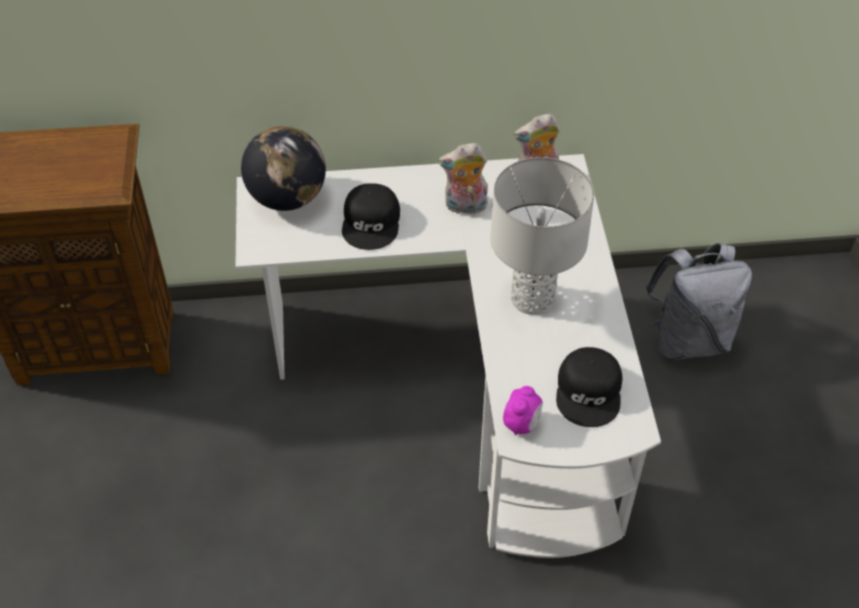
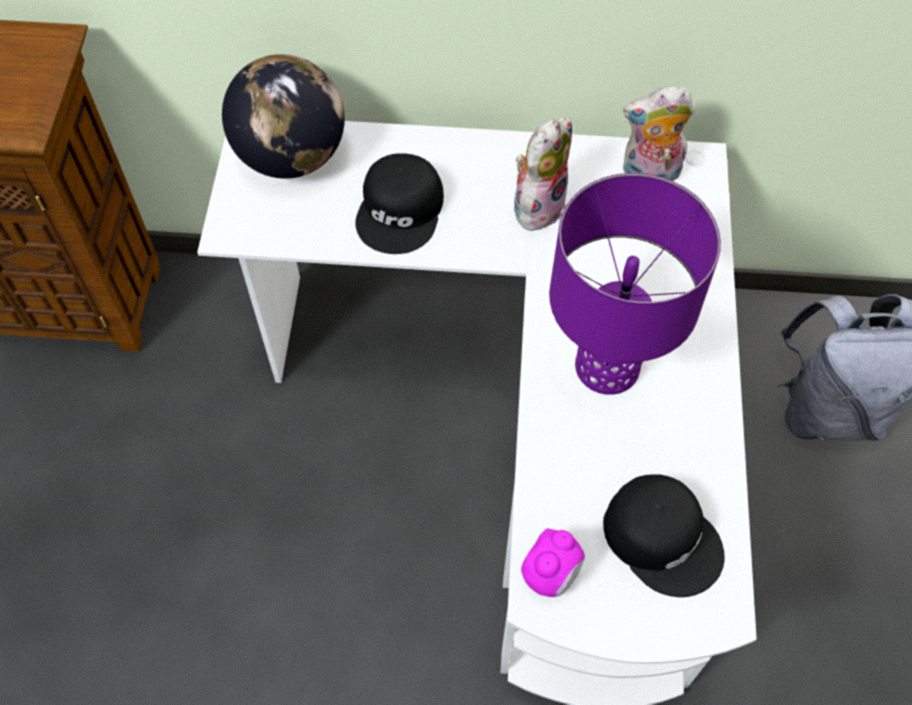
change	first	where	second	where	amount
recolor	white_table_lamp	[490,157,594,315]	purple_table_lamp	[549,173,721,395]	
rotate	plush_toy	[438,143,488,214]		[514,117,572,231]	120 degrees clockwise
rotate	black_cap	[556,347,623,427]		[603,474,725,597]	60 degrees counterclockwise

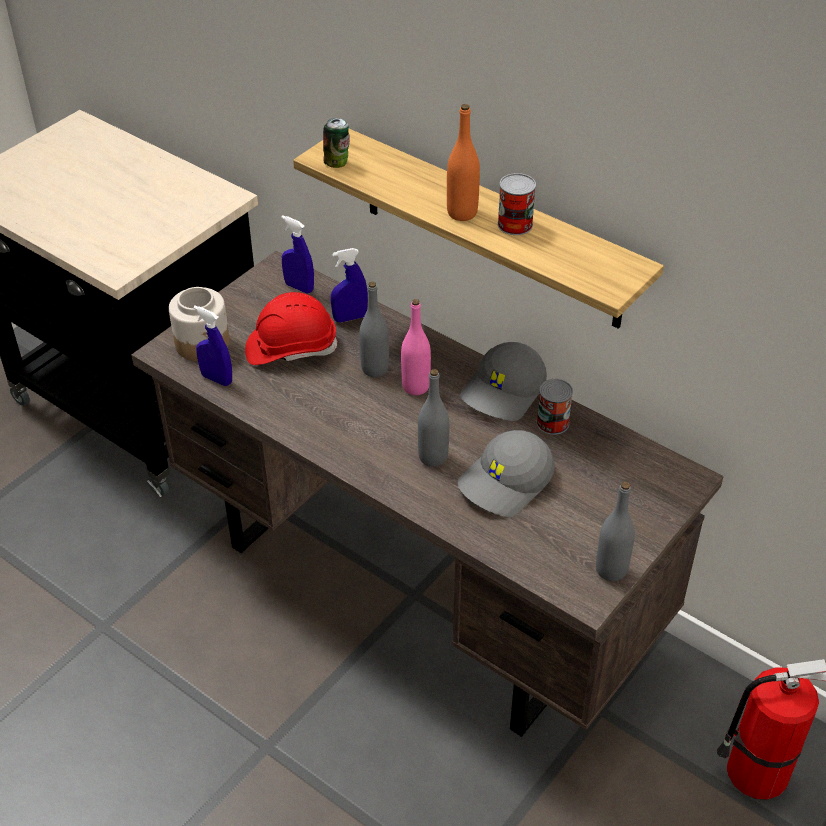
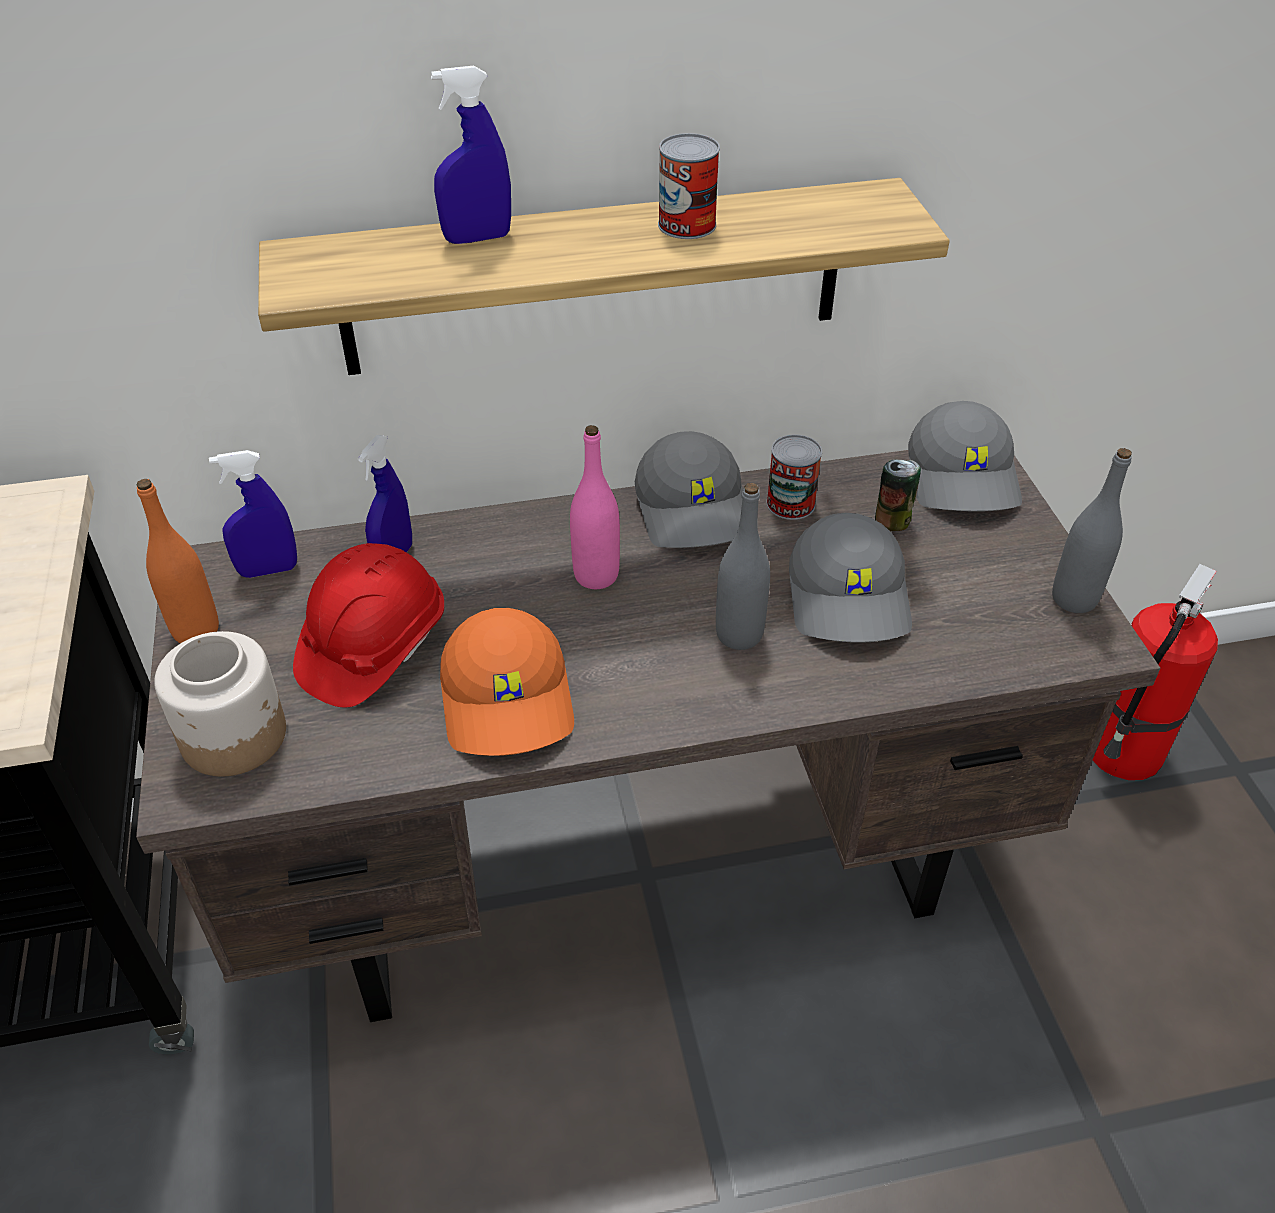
change	first	where	second	where	amount
delete	grey_bottle	[359,282,389,377]			
insert			orange_cap	[440,608,574,756]	
insert			grey_cap	[908,401,1022,512]	
move	blue_spray_bottle	[193,306,232,386]		[431,66,511,244]	
move	can	[323,118,350,168]		[875,459,921,531]	
move	orange_bottle	[447,104,480,221]		[137,479,219,643]	

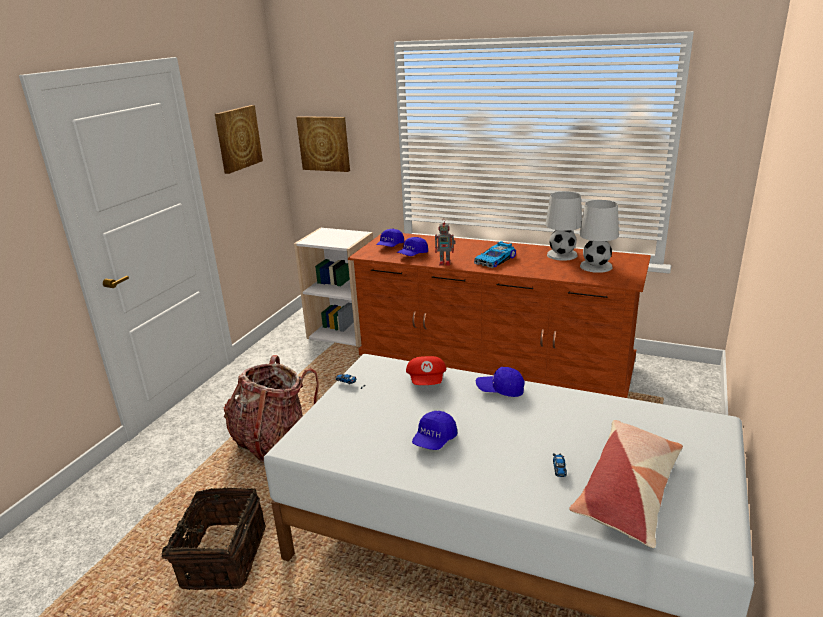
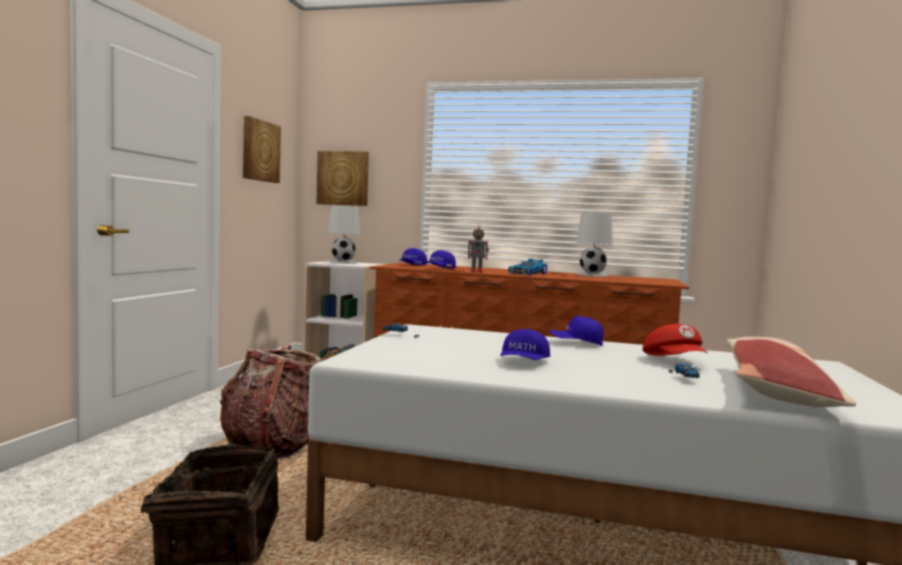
change	first	where	second	where	amount
move	red_cap	[406,356,447,385]		[642,324,708,356]	
move	white_table_lamp	[579,200,619,273]		[328,206,360,264]	

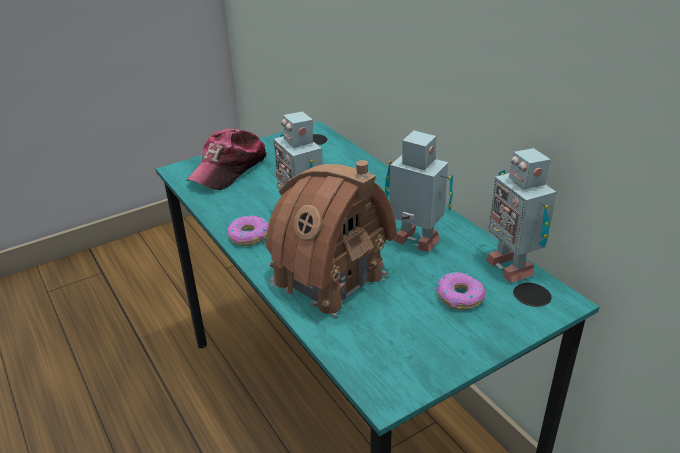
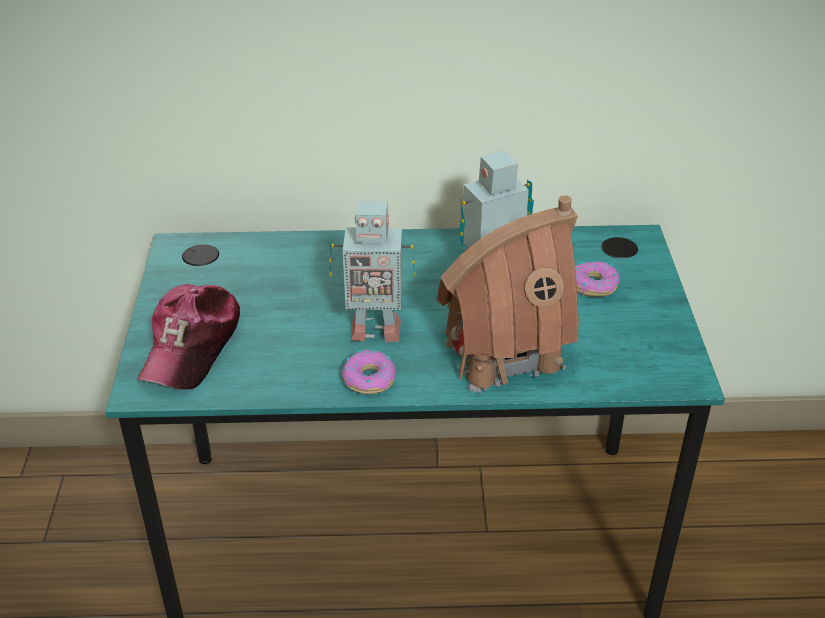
change	first	where	second	where	amount
delete	toy_robot	[486,148,557,283]			
rotate	cap	[186,128,267,190]		[138,284,240,390]	45 degrees clockwise

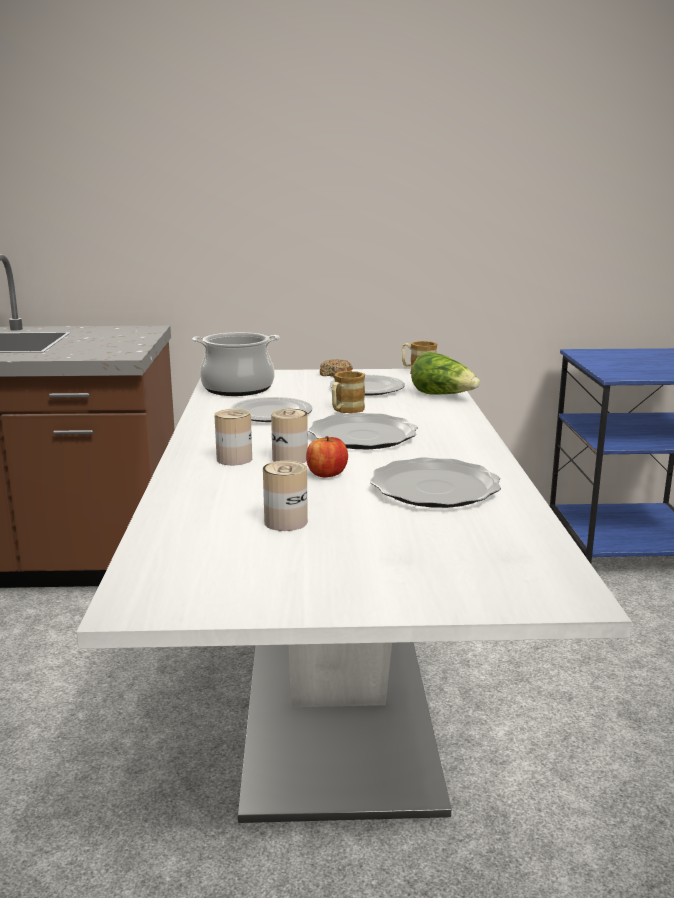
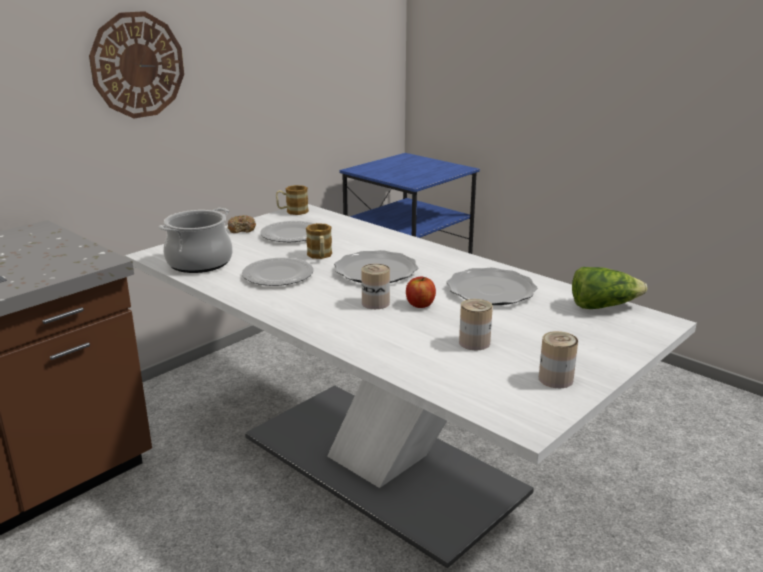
change	first	where	second	where	amount
insert			wall_clock	[89,11,184,118]	
move	can	[214,409,252,465]		[539,331,578,388]	
move	lettuce	[411,352,480,395]		[572,267,647,309]	

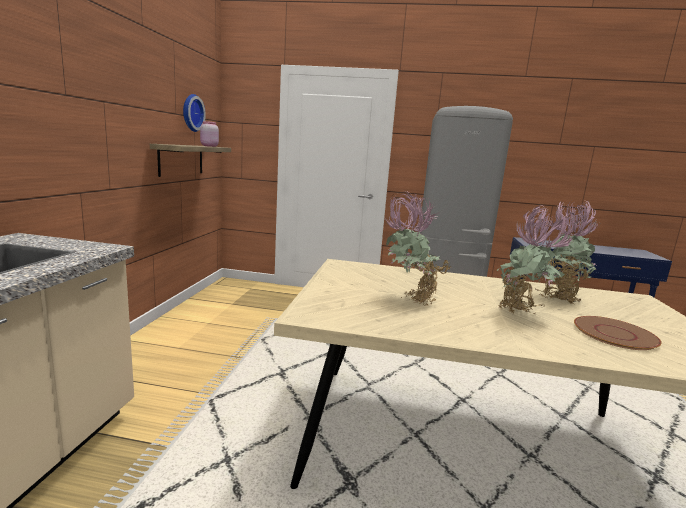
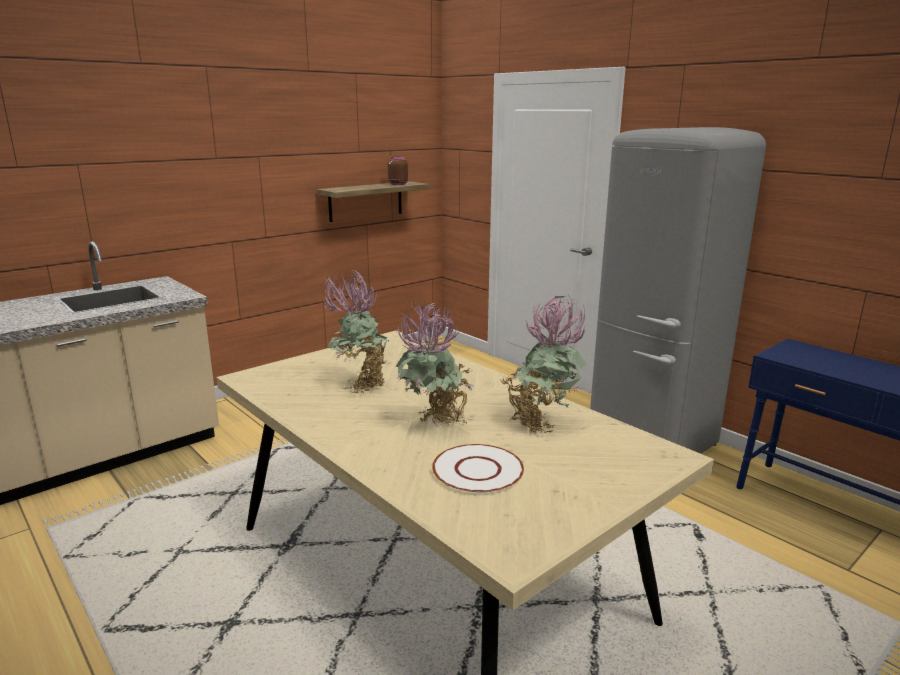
change	first	where	second	where	amount
delete	wall_clock	[183,94,206,132]			
recolor	pink_jar	[200,121,219,147]	brown_jar	[388,156,408,185]	
recolor	brown_plate	[574,316,661,350]	white_plate	[432,444,524,494]	

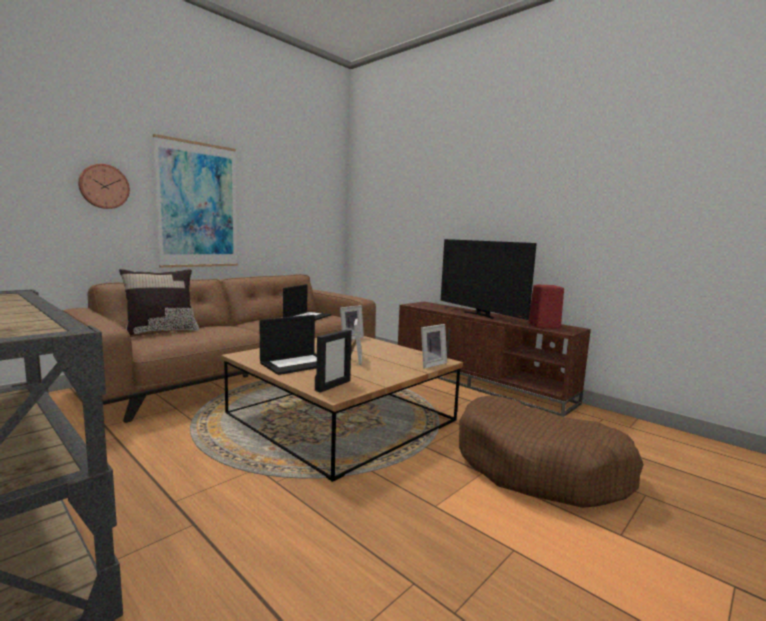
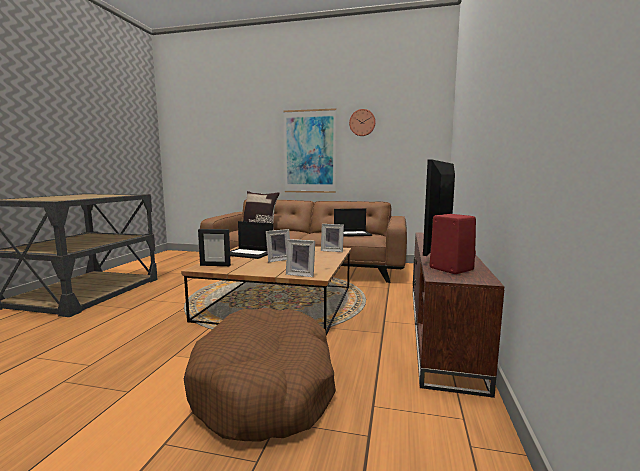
change	first	where	second	where	amount
move	wall_clock	[78,164,130,209]		[349,109,376,136]	

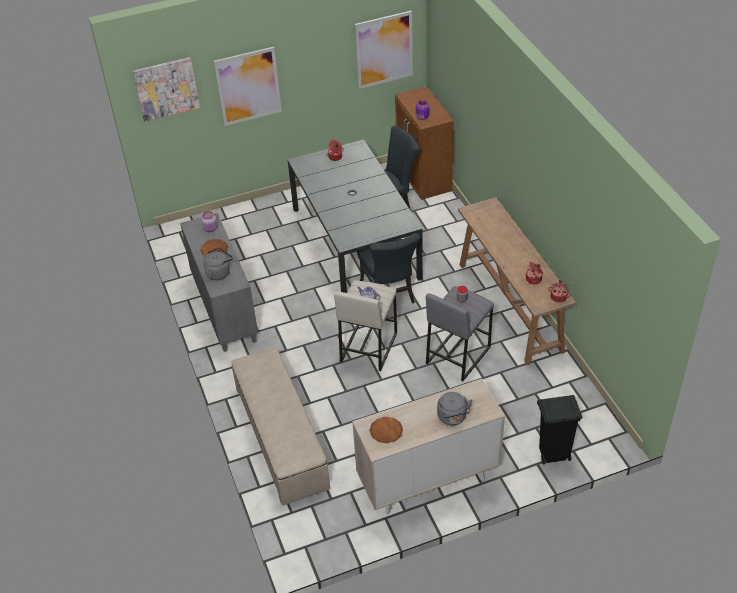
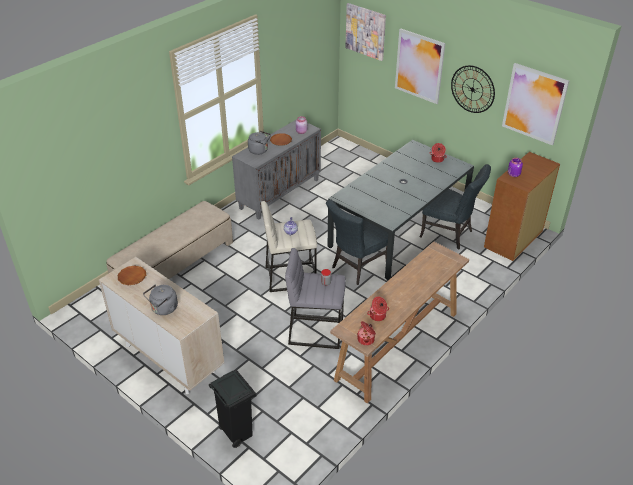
change	first	where	second	where	amount
insert			wall_clock	[451,65,495,113]	

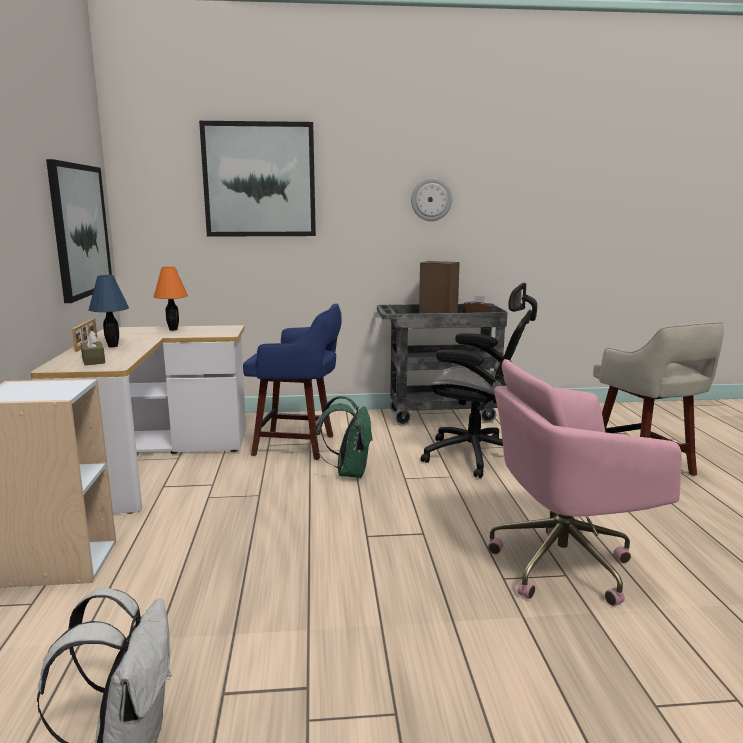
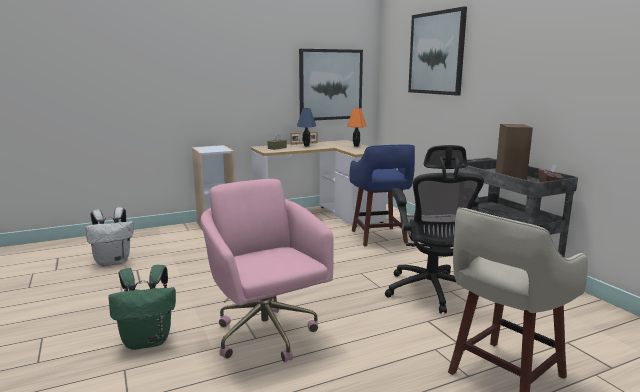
change	first	where	second	where	amount
delete	wall_clock	[411,178,452,221]			
move	green_backpack	[315,396,372,478]		[108,265,176,350]	

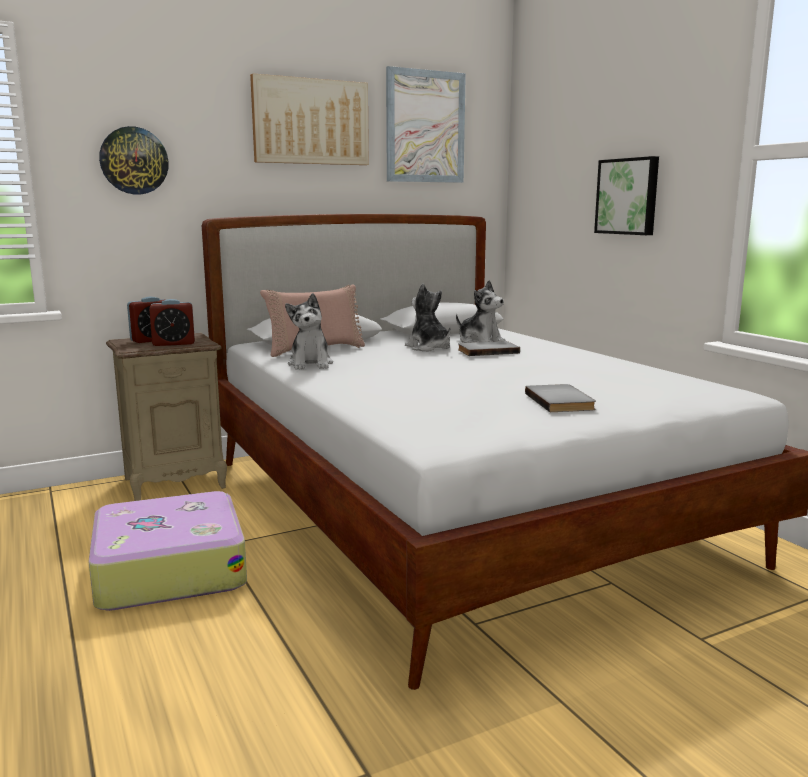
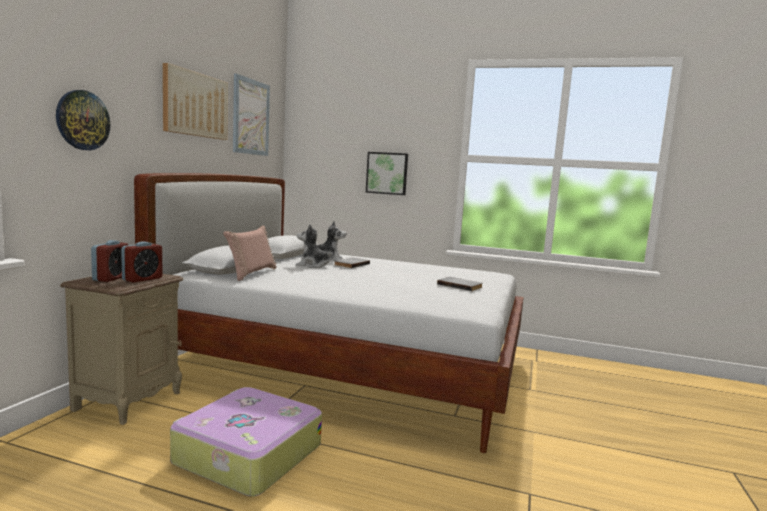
change	first	where	second	where	amount
delete	plush_toy	[285,293,333,370]			

